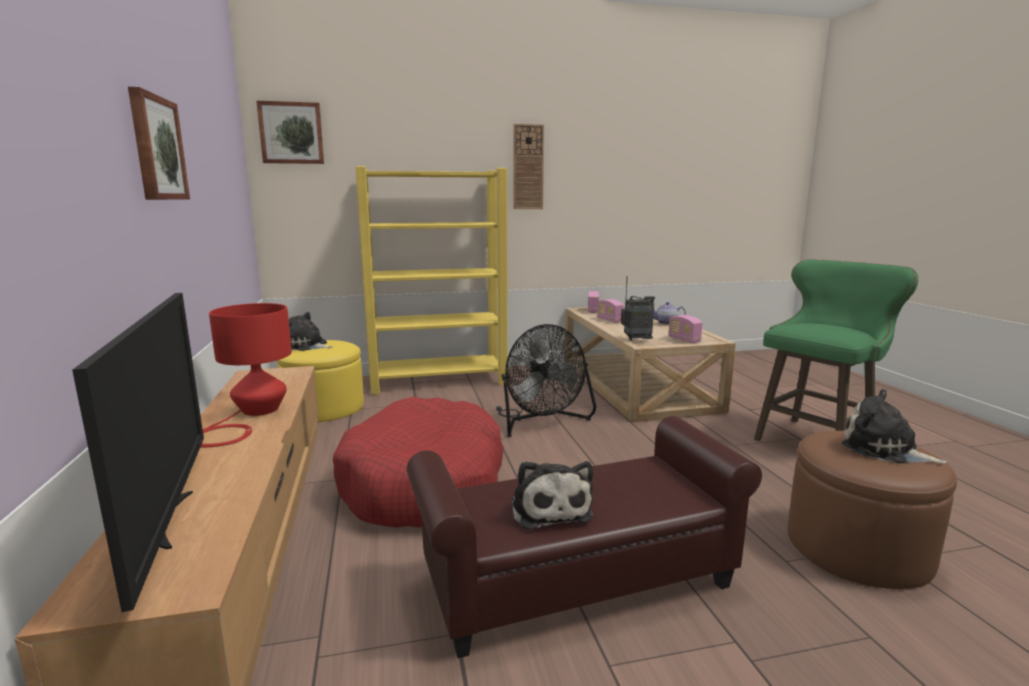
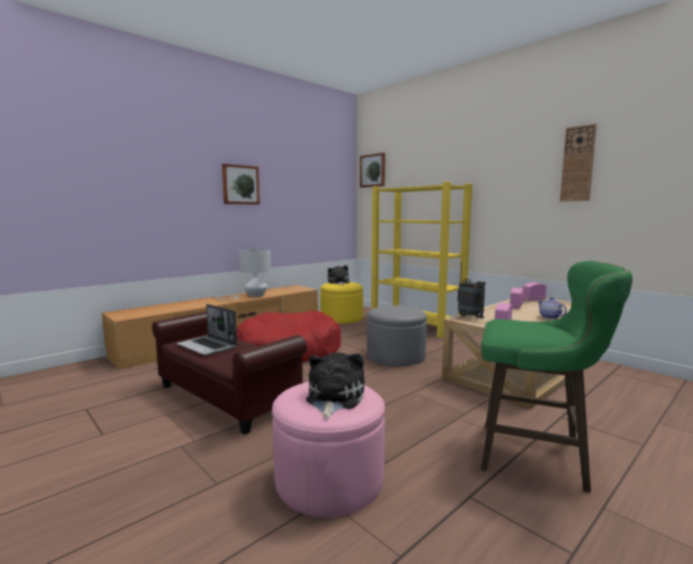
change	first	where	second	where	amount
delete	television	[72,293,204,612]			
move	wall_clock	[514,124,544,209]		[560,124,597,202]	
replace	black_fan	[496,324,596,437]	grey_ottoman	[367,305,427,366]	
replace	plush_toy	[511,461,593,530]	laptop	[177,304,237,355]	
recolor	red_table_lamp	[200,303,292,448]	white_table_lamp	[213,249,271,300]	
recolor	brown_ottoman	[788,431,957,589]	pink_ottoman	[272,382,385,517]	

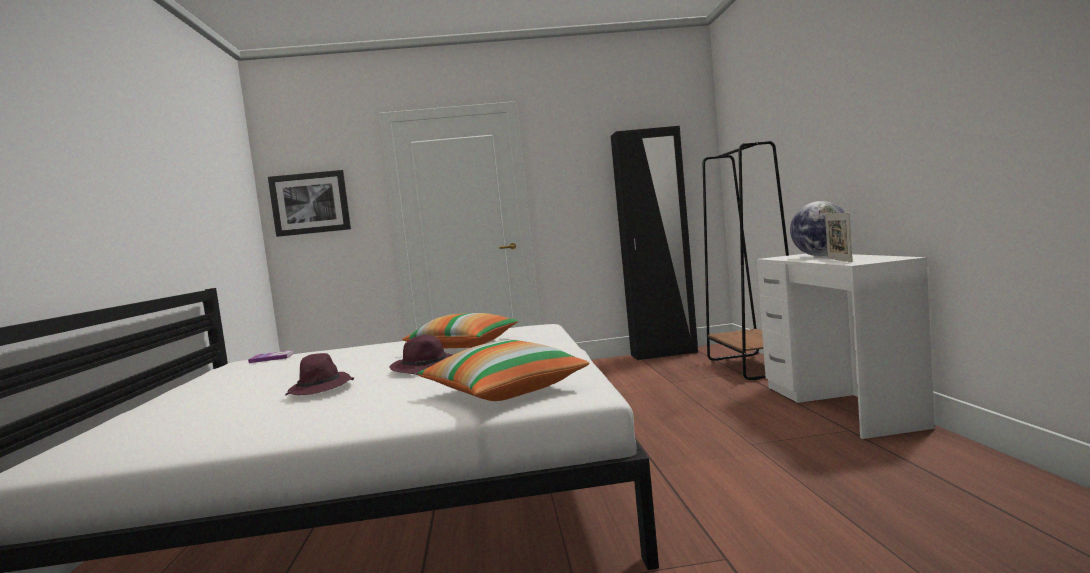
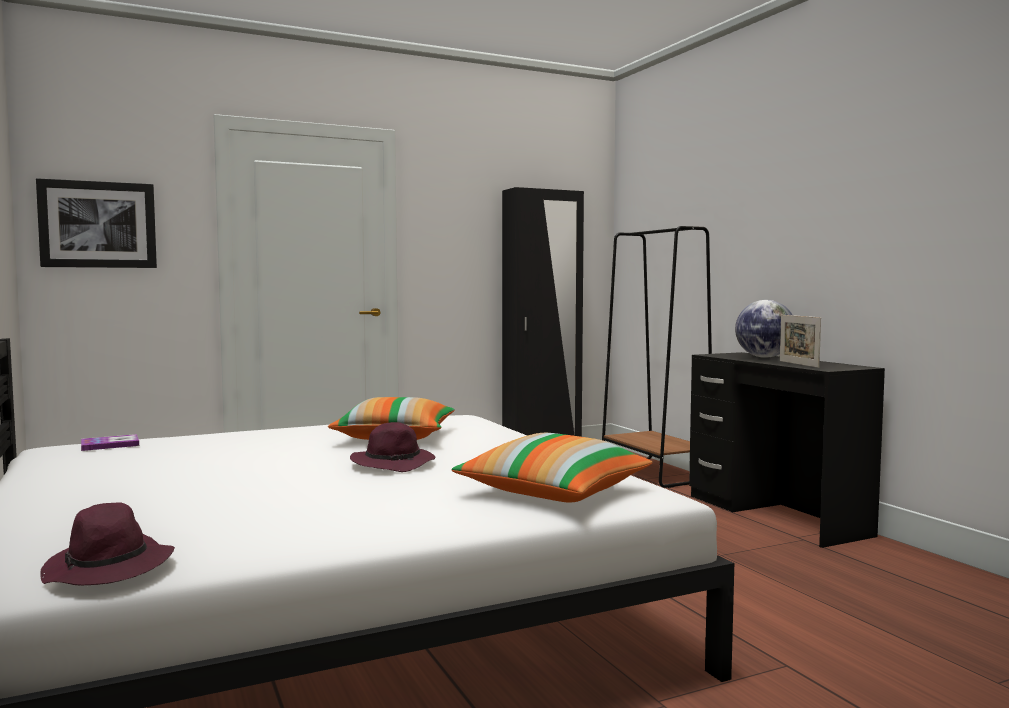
change	first	where	second	where	amount
move	purple_hat	[285,353,354,395]		[40,502,175,585]	
recolor	white_desk	[757,254,935,439]	black_desk	[689,352,885,548]	

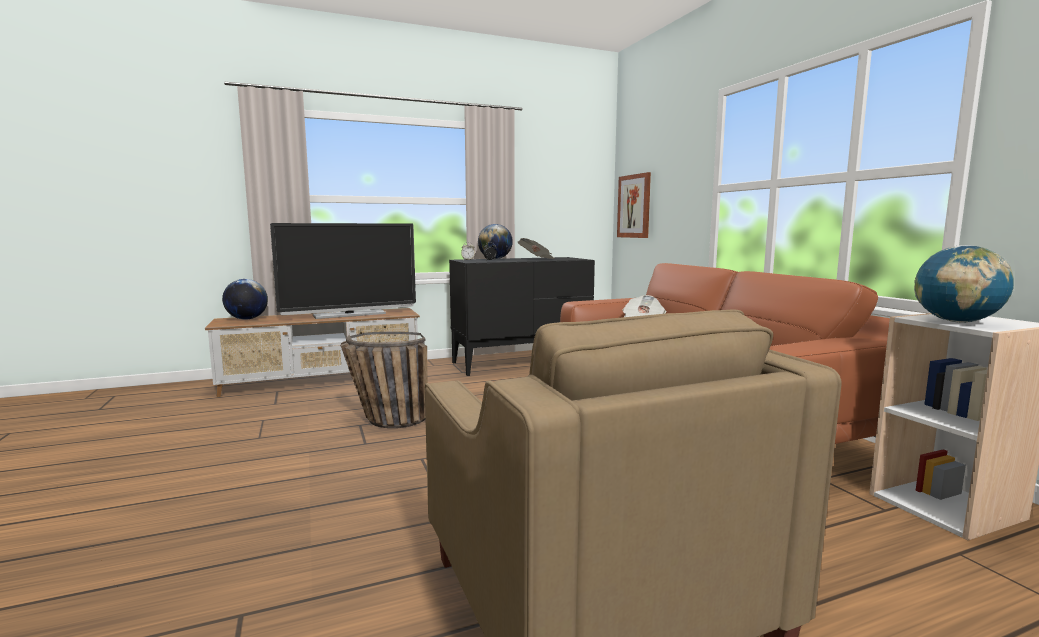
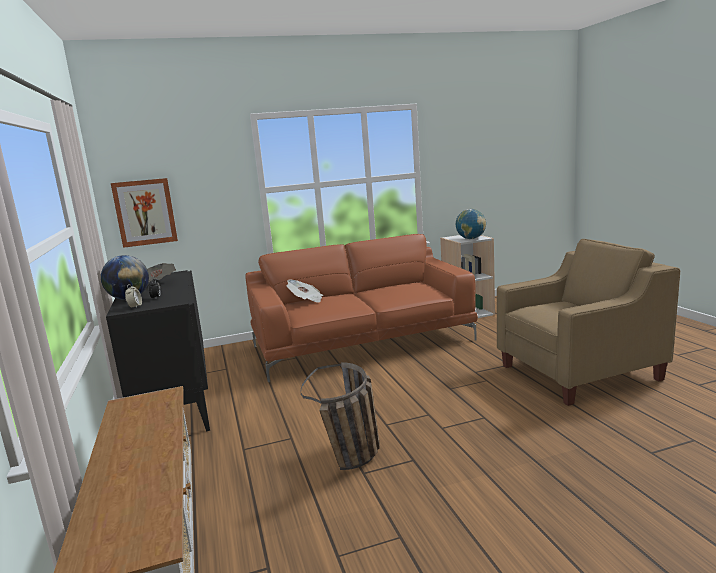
change	first	where	second	where	amount
delete	globe	[222,279,268,320]			
delete	television	[270,223,416,319]			

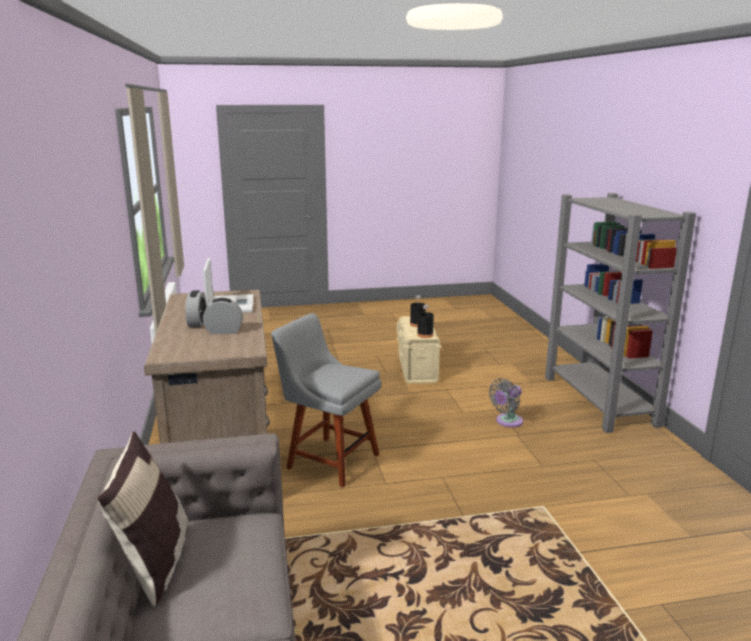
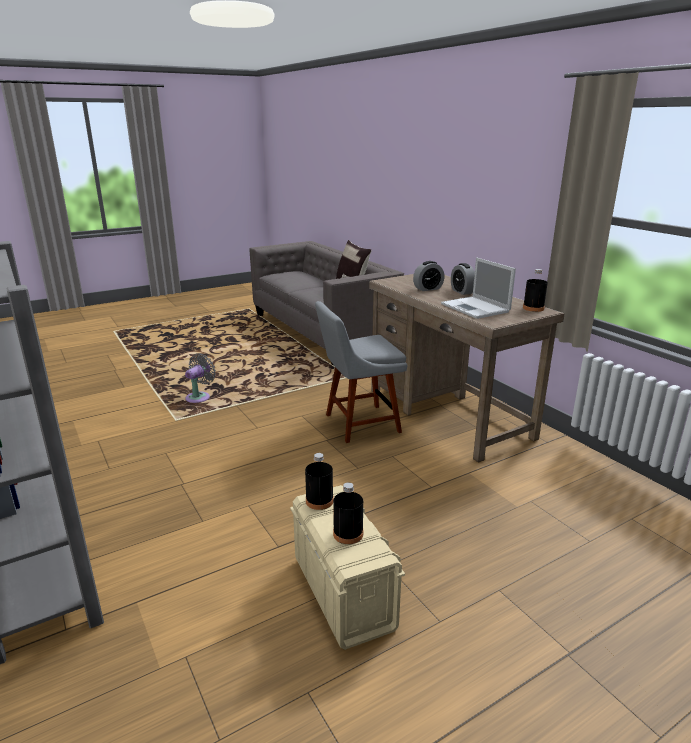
change	first	where	second	where	amount
insert			black_bottle	[523,269,548,312]	
move	grey_fan	[489,378,523,427]		[185,353,216,403]	
rotate	grey_chair	[271,313,381,487]		[315,301,407,443]	150 degrees clockwise

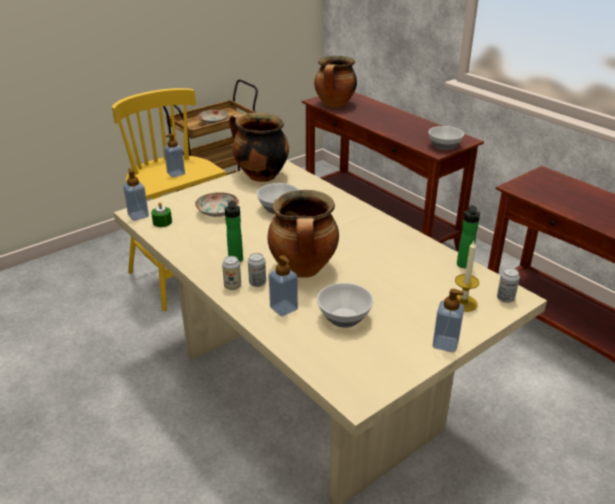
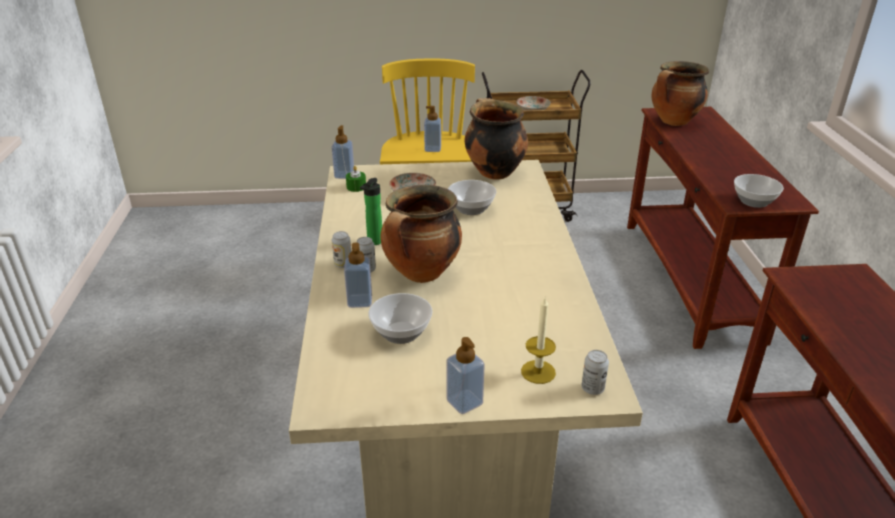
change	first	where	second	where	amount
delete	bottle	[457,205,480,268]			

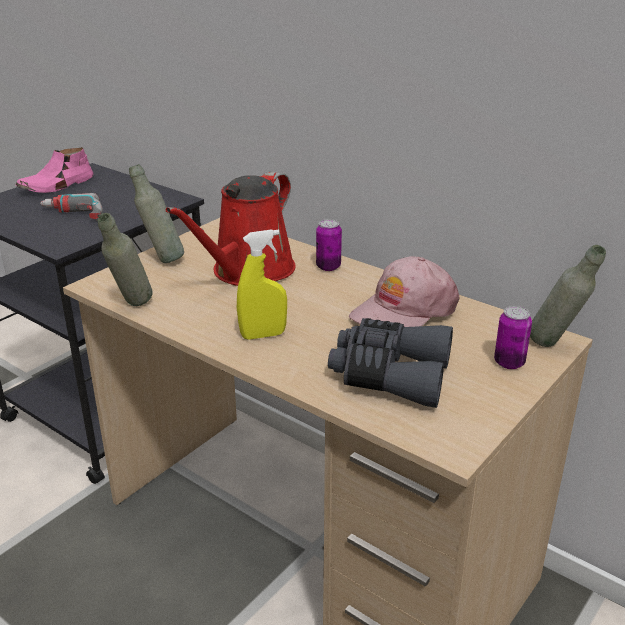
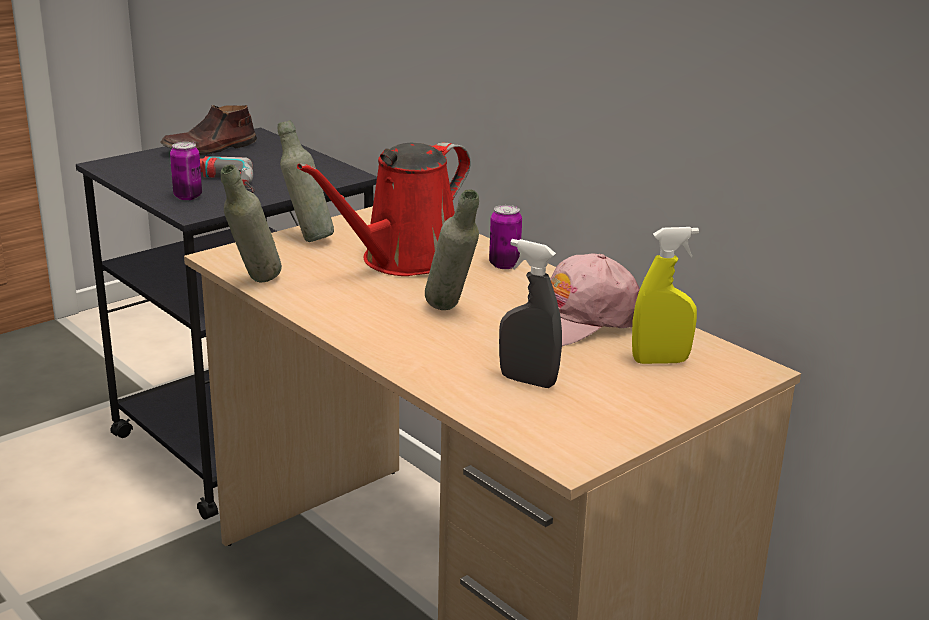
change	first	where	second	where	amount
move	yellow_spray_bottle	[237,229,287,340]		[632,227,699,364]	
move	can	[494,306,532,369]		[170,142,202,200]	
move	grey_bottle	[530,245,606,347]		[425,190,479,310]	
replace	grey_binoculars	[328,318,453,408]	grey_spray_bottle	[499,239,562,388]	
recolor	pink_shoe	[15,147,93,193]	brown_shoe	[161,105,257,155]	

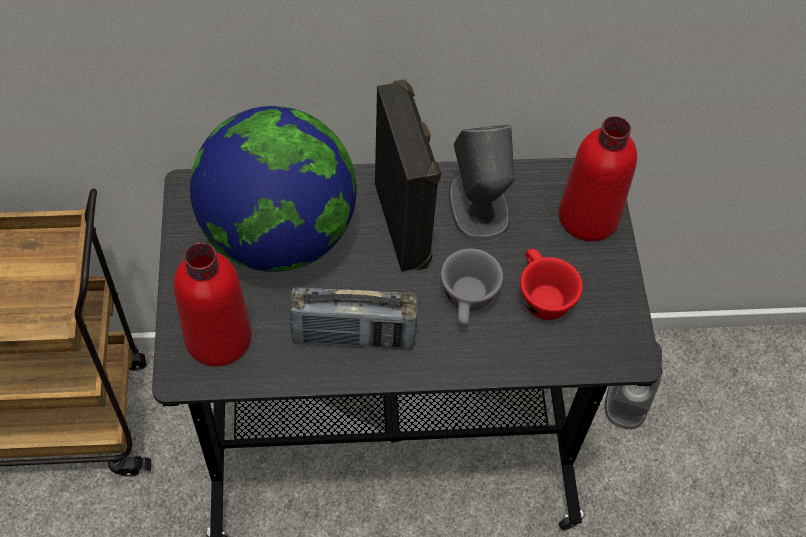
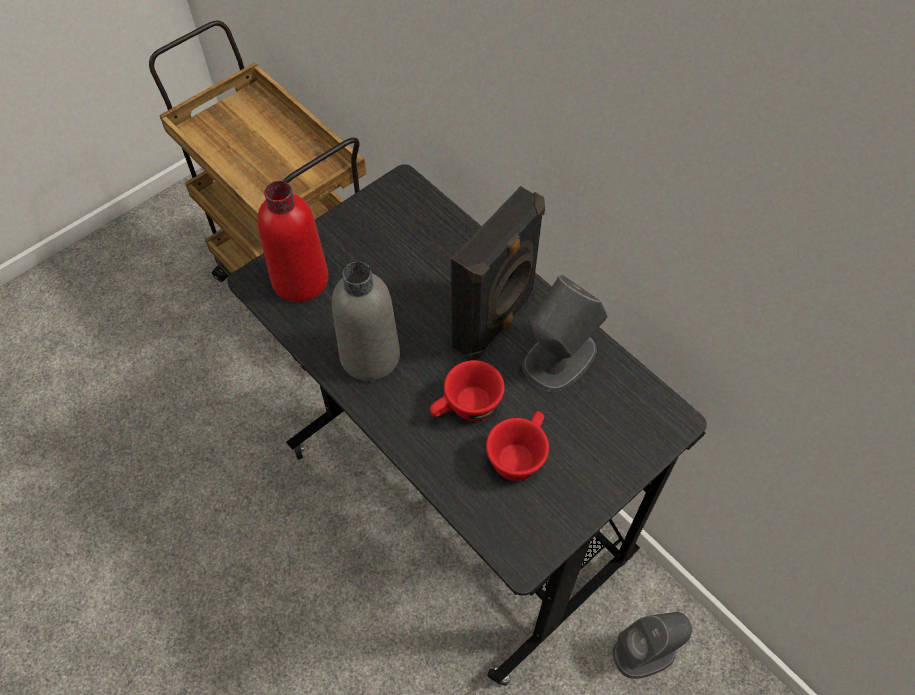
change	first	where	second	where	amount
delete	globe	[190,106,356,272]			
delete	red_bottle	[559,116,637,242]			
replace	radio	[290,288,418,350]	grey_bottle	[332,262,400,381]	
recolor	grey_cup	[441,248,503,326]	red_cup	[430,360,505,421]	

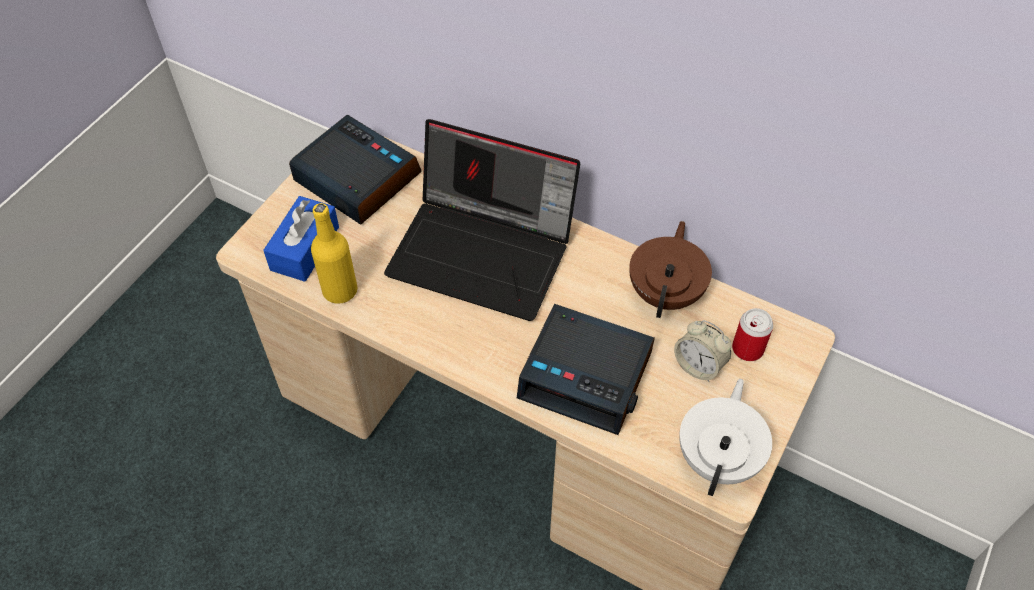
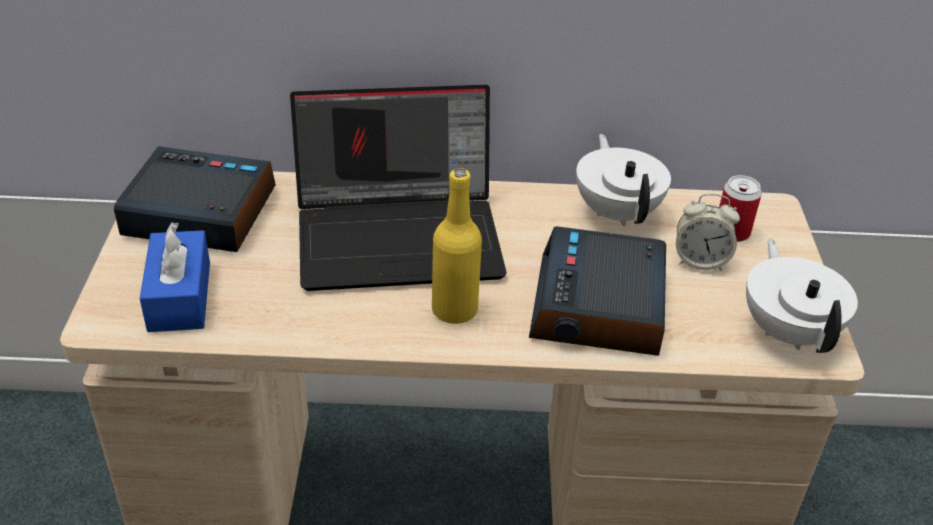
change	first	where	second	where	amount
move	yellow_bottle	[311,203,358,303]		[432,168,482,324]	
recolor	brown_teapot	[629,221,712,318]	white_teapot	[576,134,671,226]	
rotate	alarm_clock	[517,304,655,435]		[529,226,666,356]	105 degrees clockwise

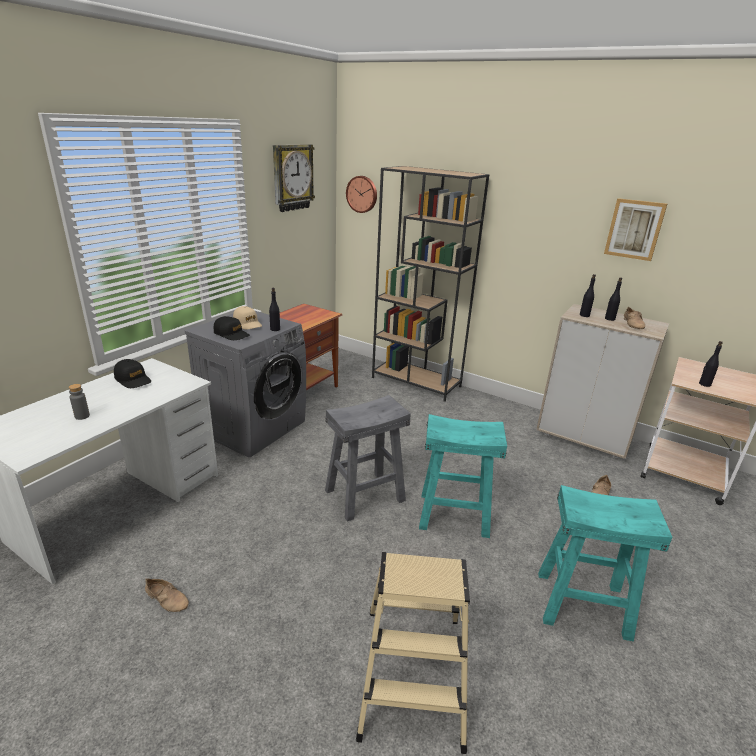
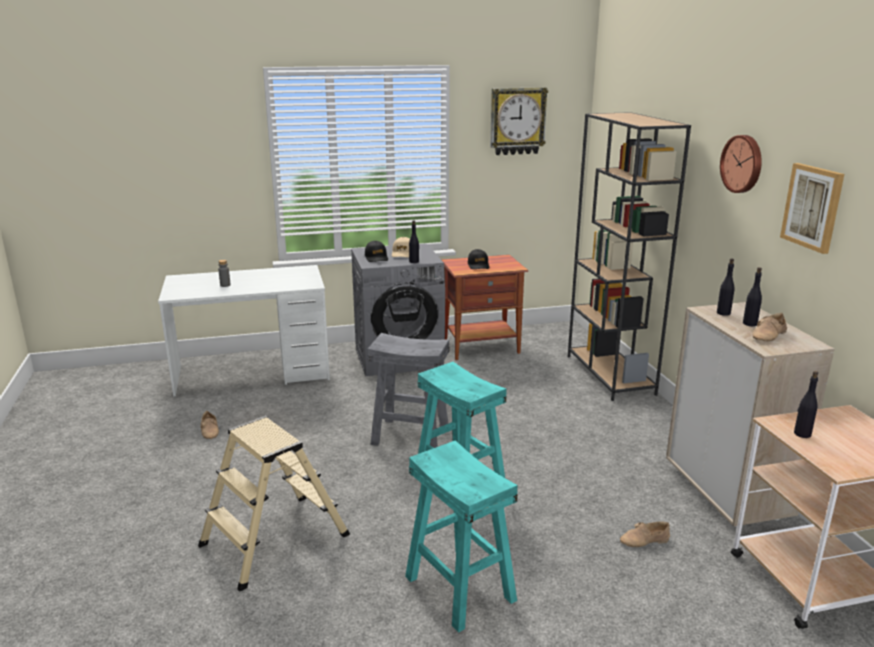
change	first	where	second	where	amount
move	black_cap	[114,359,151,388]		[468,249,489,269]	
move	wall_clock	[346,176,377,213]		[720,135,762,193]	

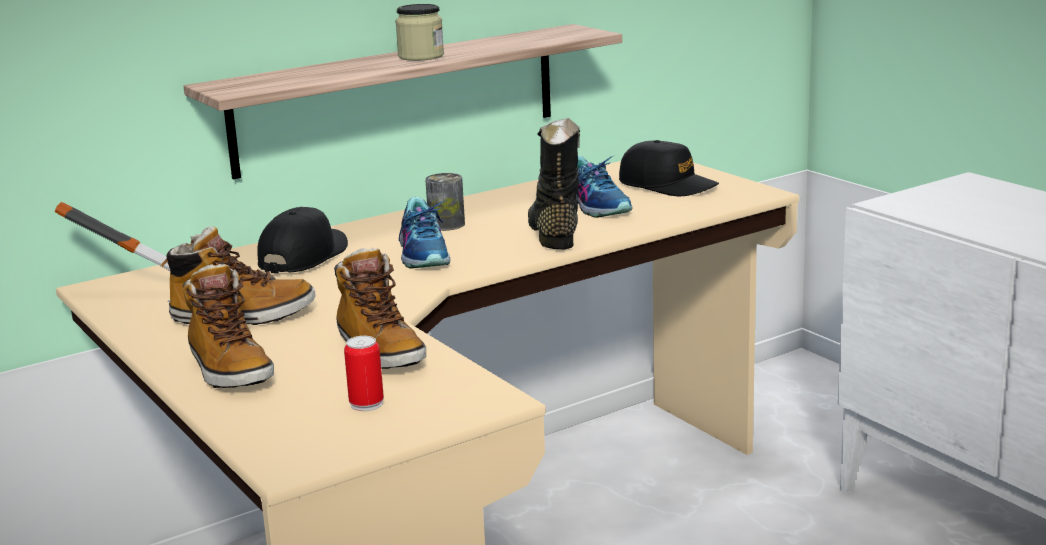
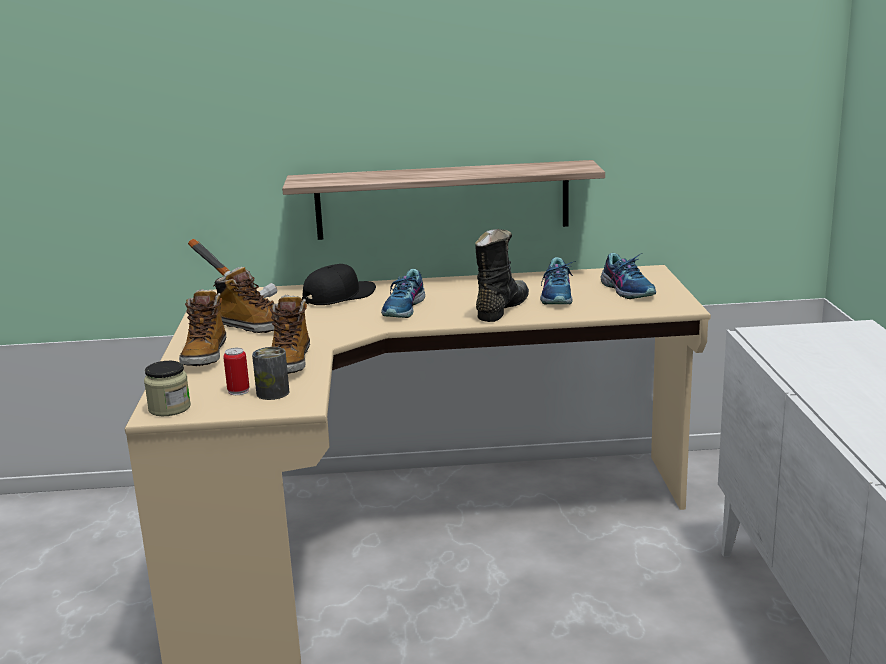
change	first	where	second	where	amount
move	jar	[395,4,444,61]		[144,361,191,416]	
move	can	[425,173,465,231]		[252,347,289,400]	
replace	black_cap	[619,140,719,196]	shoe	[601,253,656,299]	

